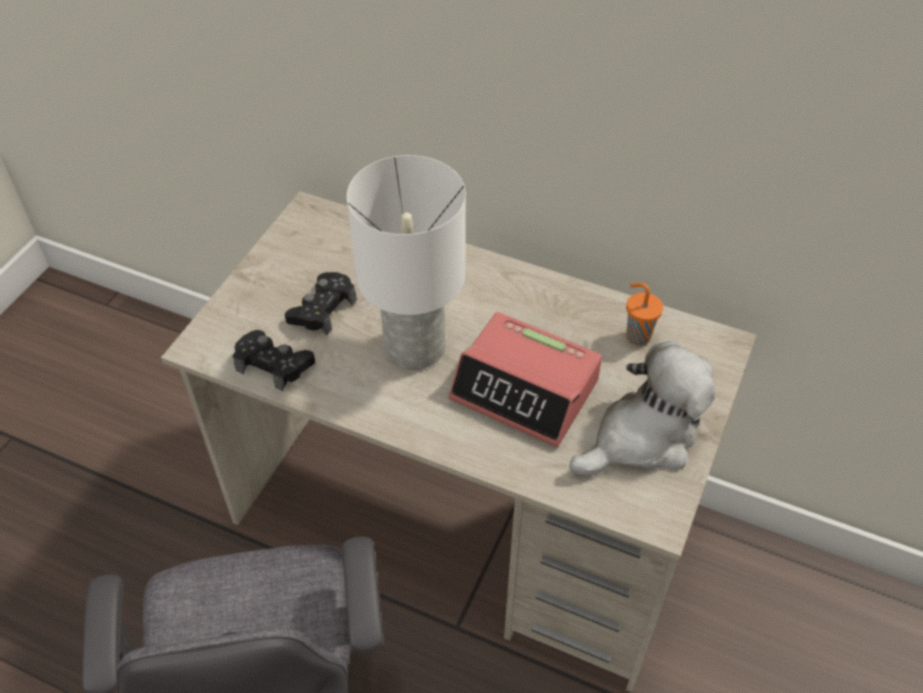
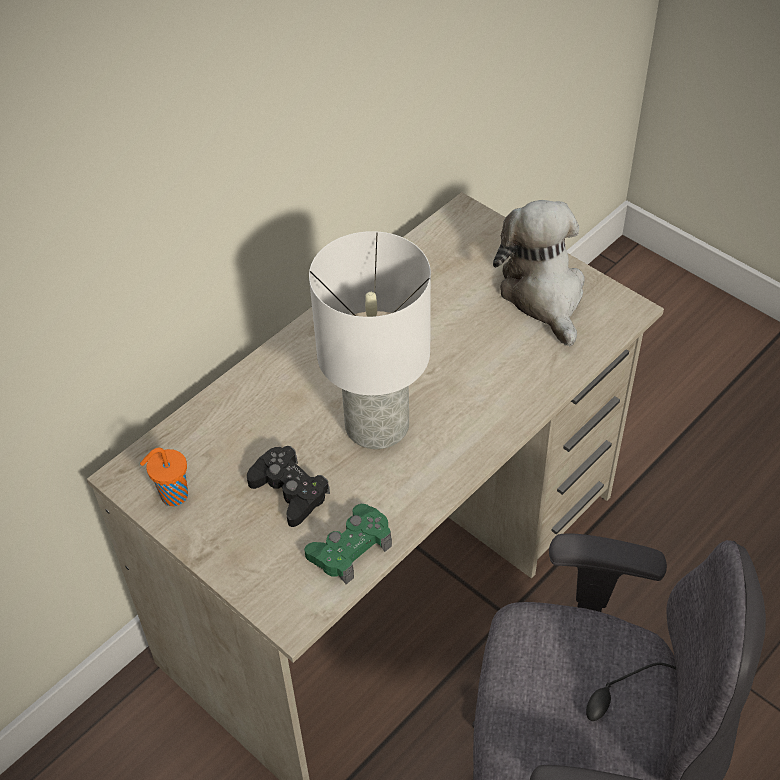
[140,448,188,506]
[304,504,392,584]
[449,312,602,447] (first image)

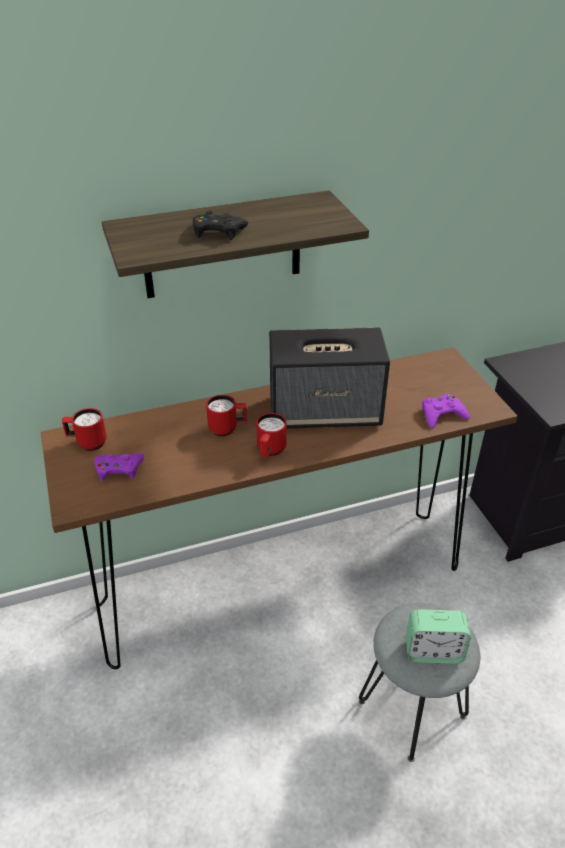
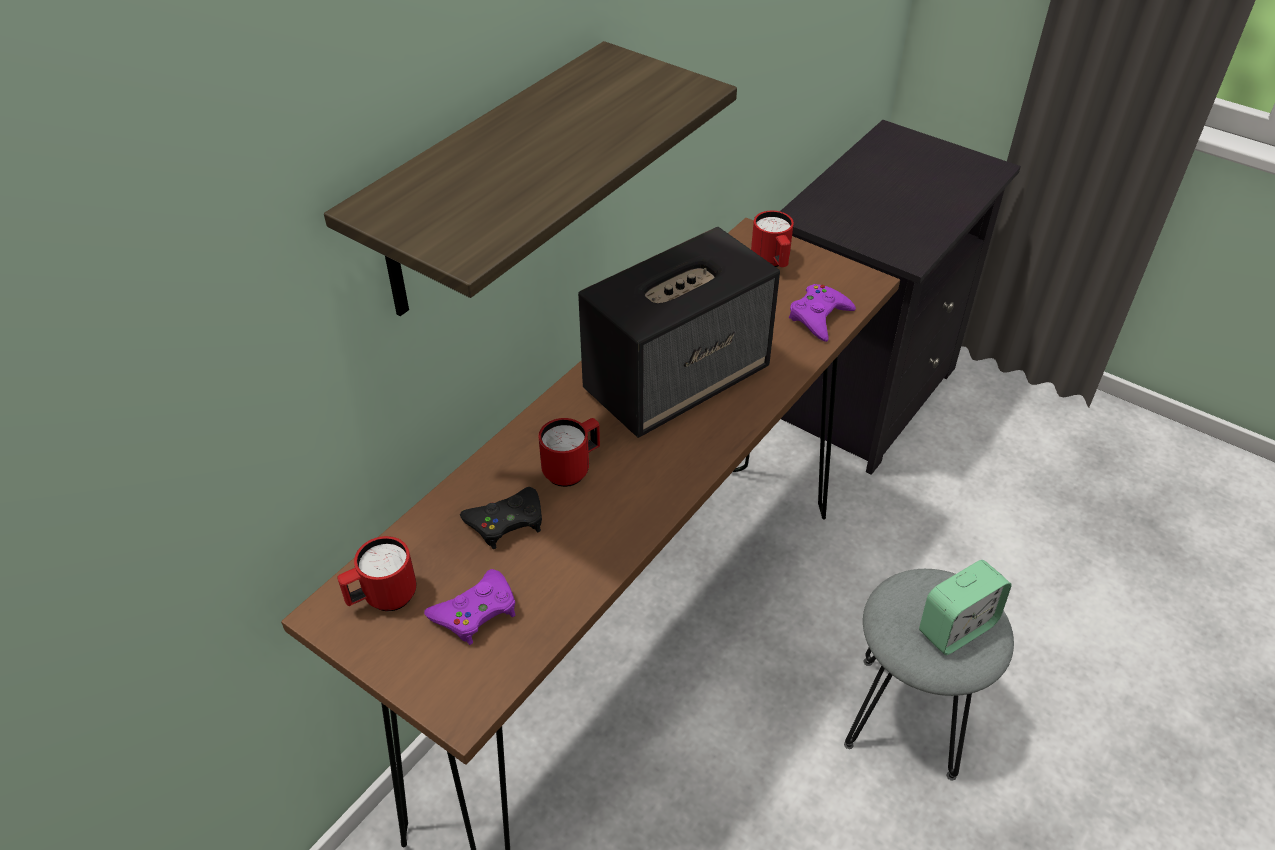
[460,487,542,549]
[751,211,794,267]

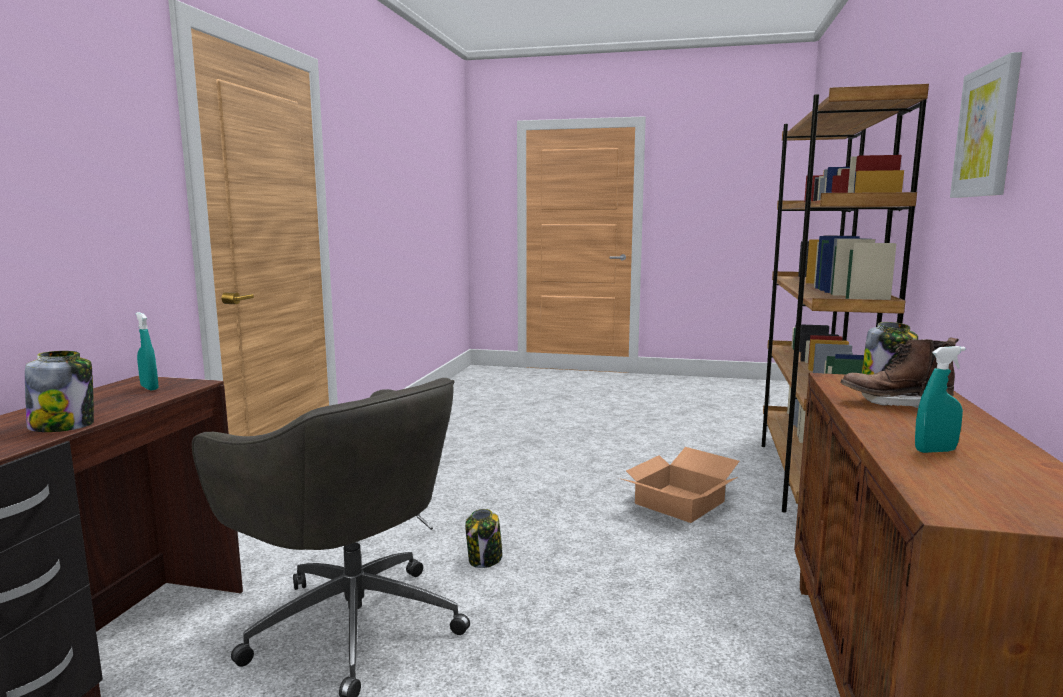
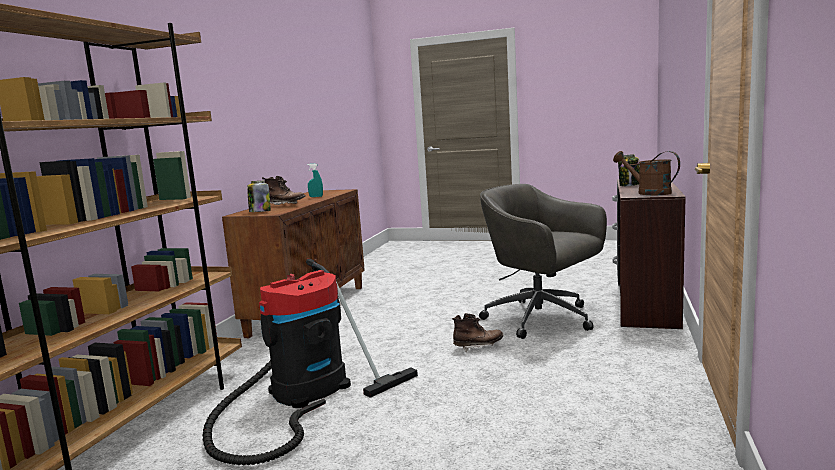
[202,259,418,465]
[452,313,503,352]
[613,151,680,195]
[950,52,1022,198] (first image)

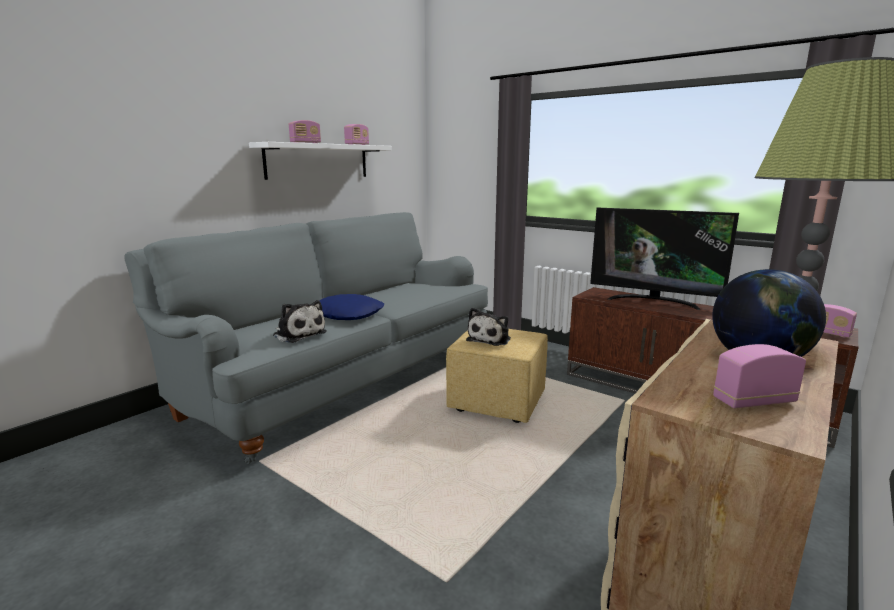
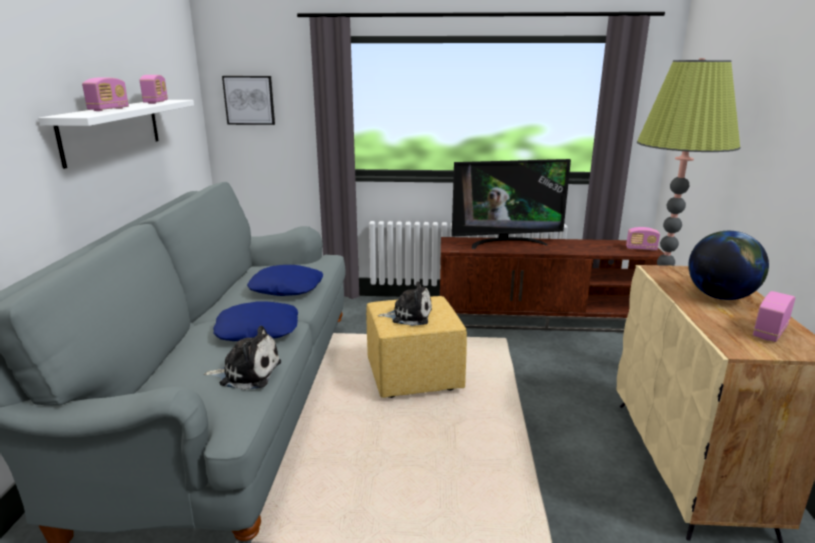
[222,76,275,125]
[247,265,323,296]
[378,282,432,326]

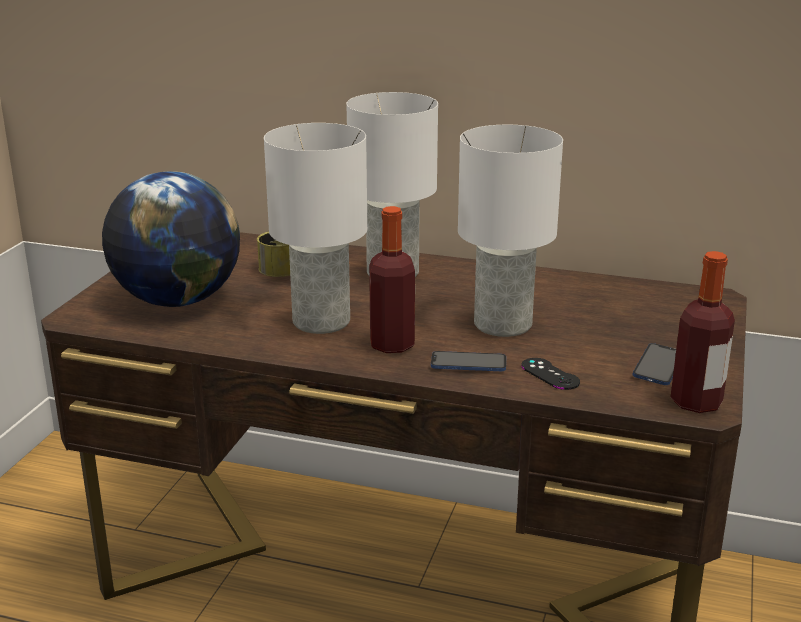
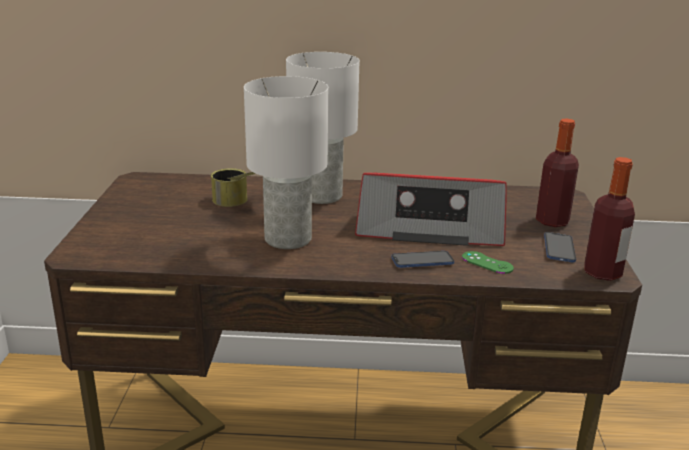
[355,173,507,246]
[462,251,514,274]
[536,118,579,227]
[102,171,240,307] (first image)

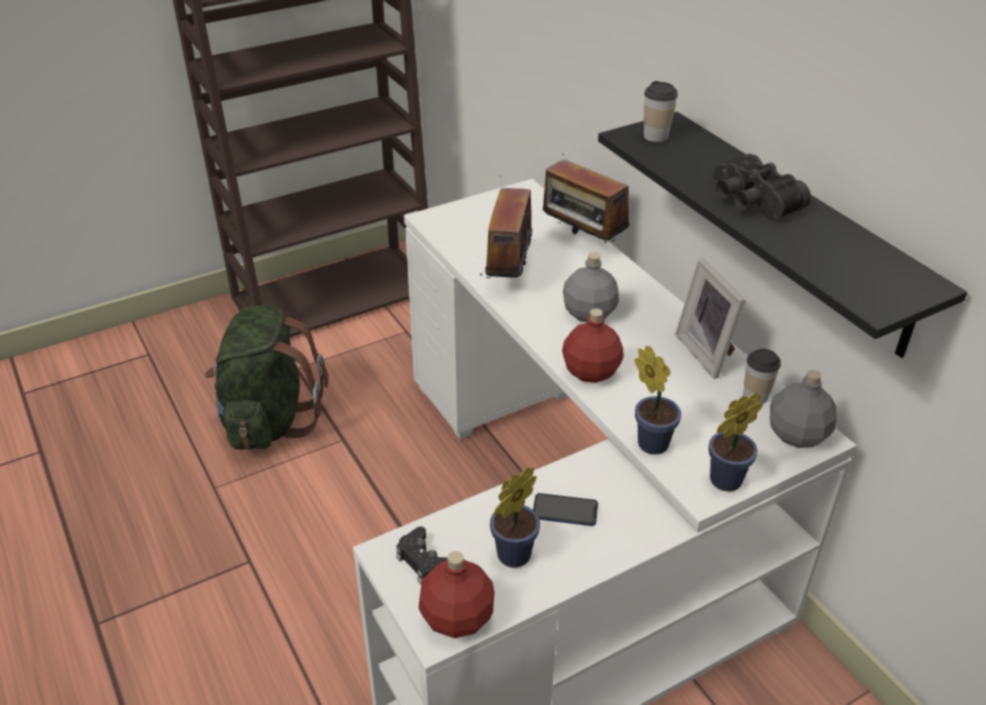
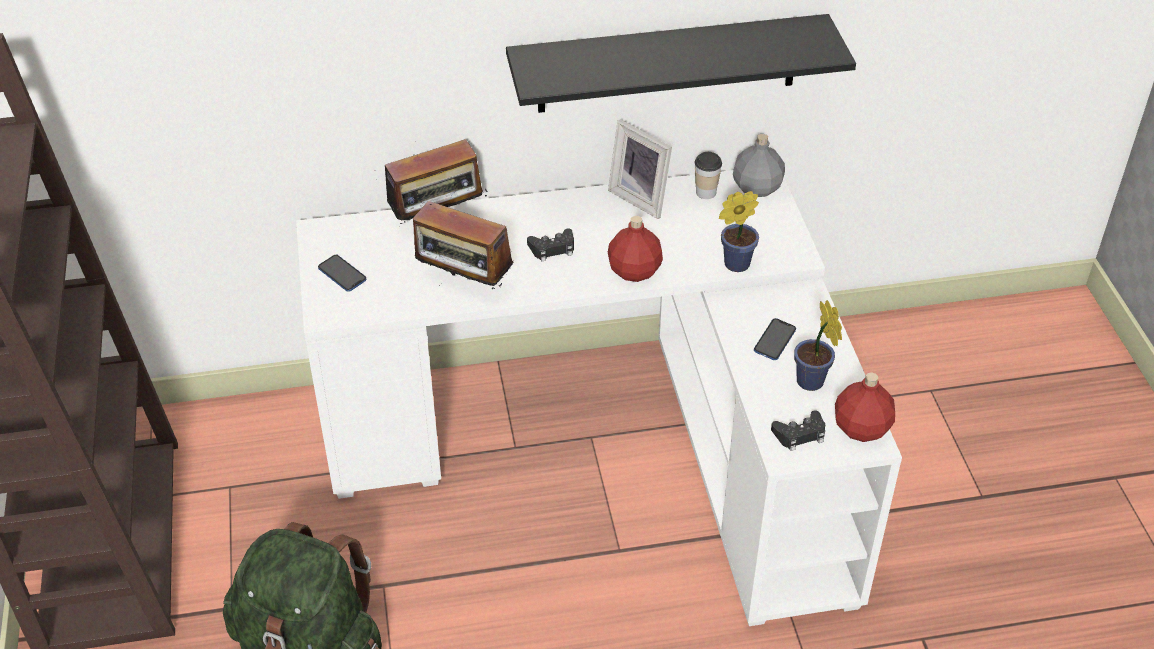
[318,255,366,292]
[527,228,574,262]
[608,119,672,219]
[644,81,678,142] (first image)
[709,392,763,491] (first image)
[713,154,811,220] (first image)

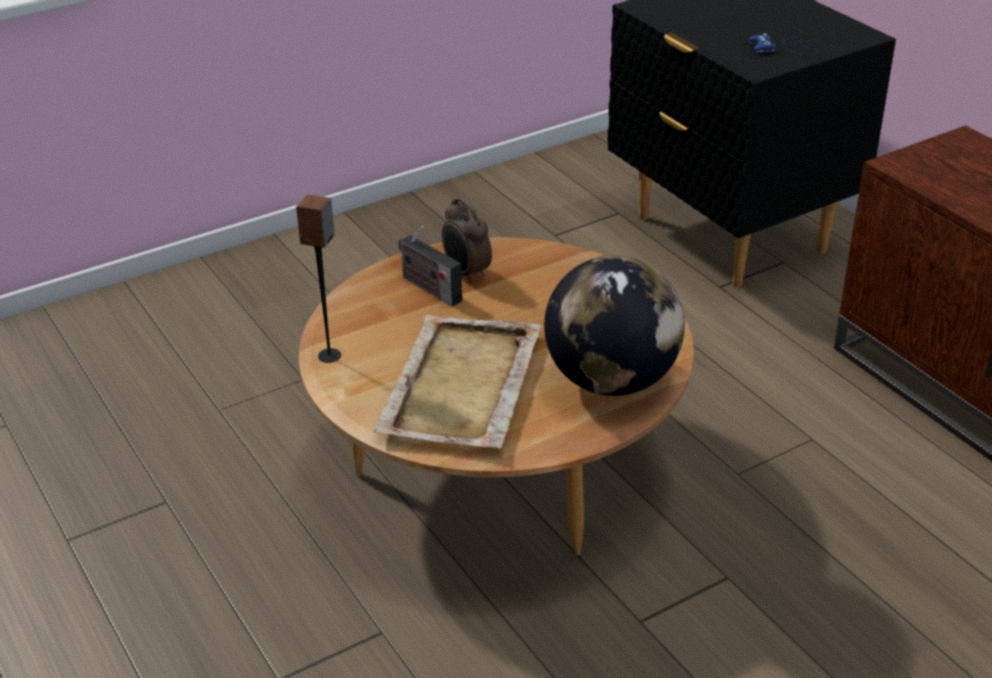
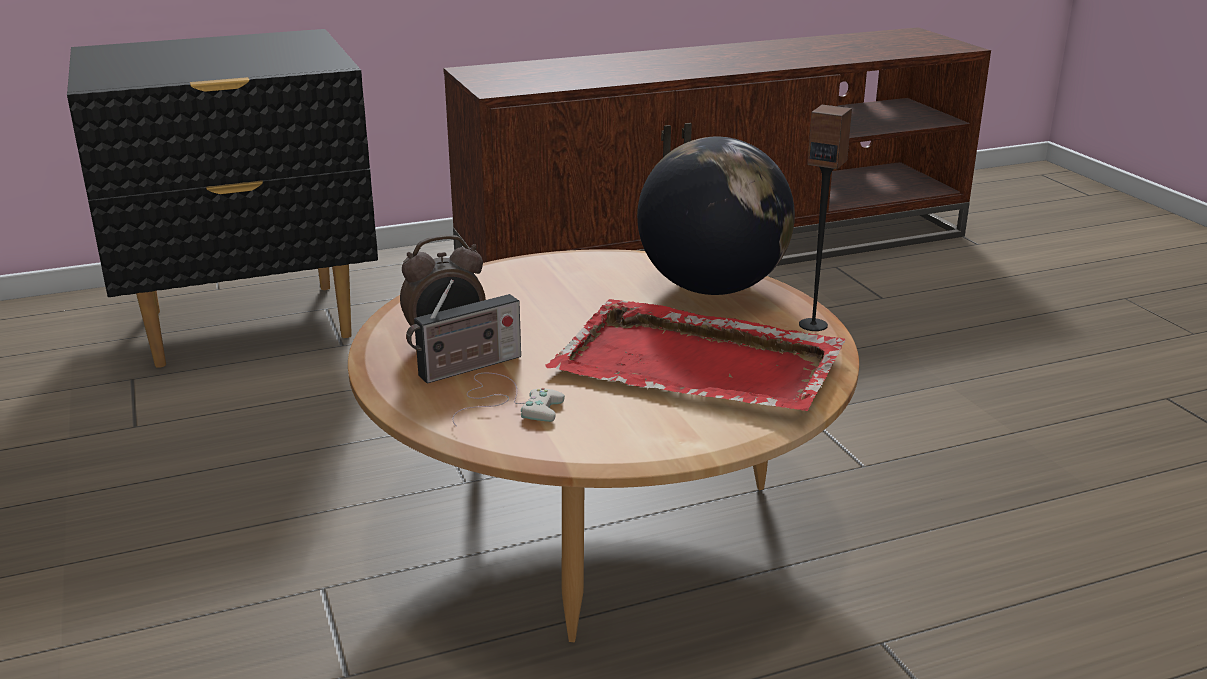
[452,373,565,427]
[545,299,846,411]
[799,105,852,331]
[748,27,819,55] (first image)

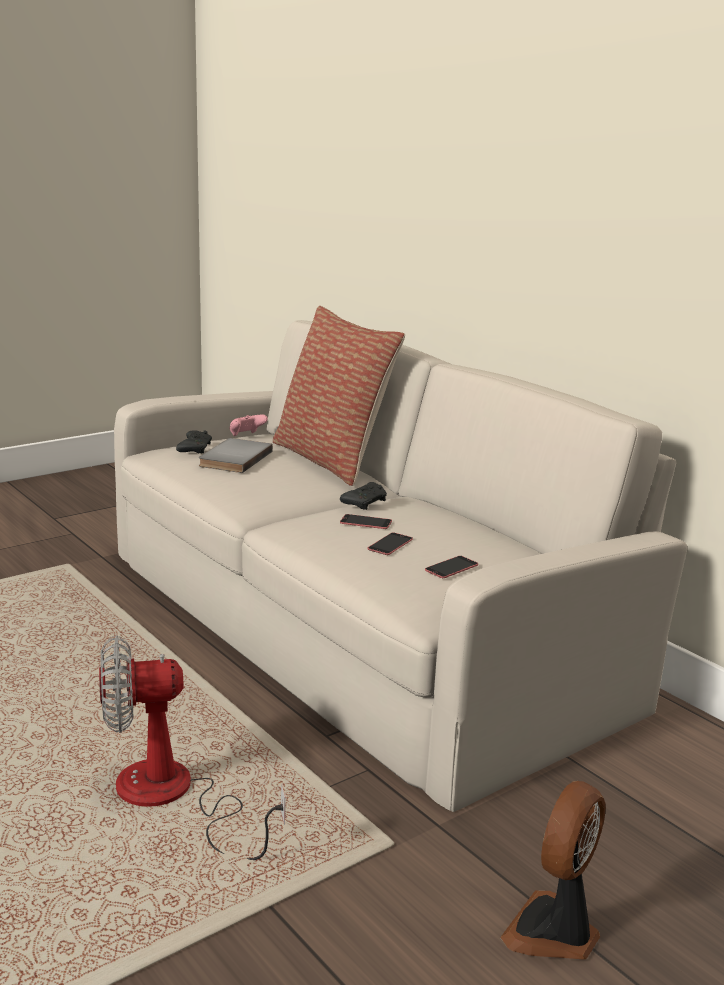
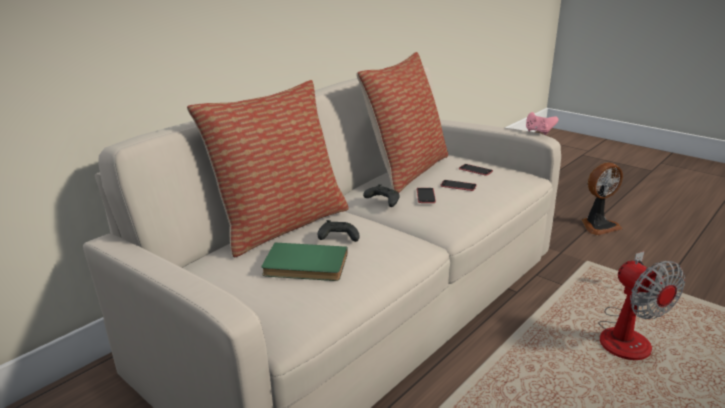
[262,243,348,281]
[318,220,360,242]
[357,52,448,193]
[526,112,559,135]
[582,162,623,235]

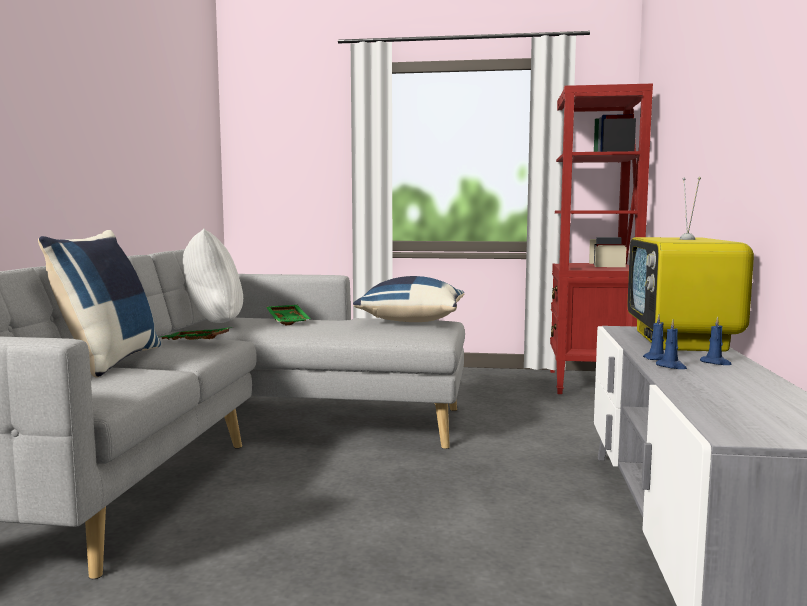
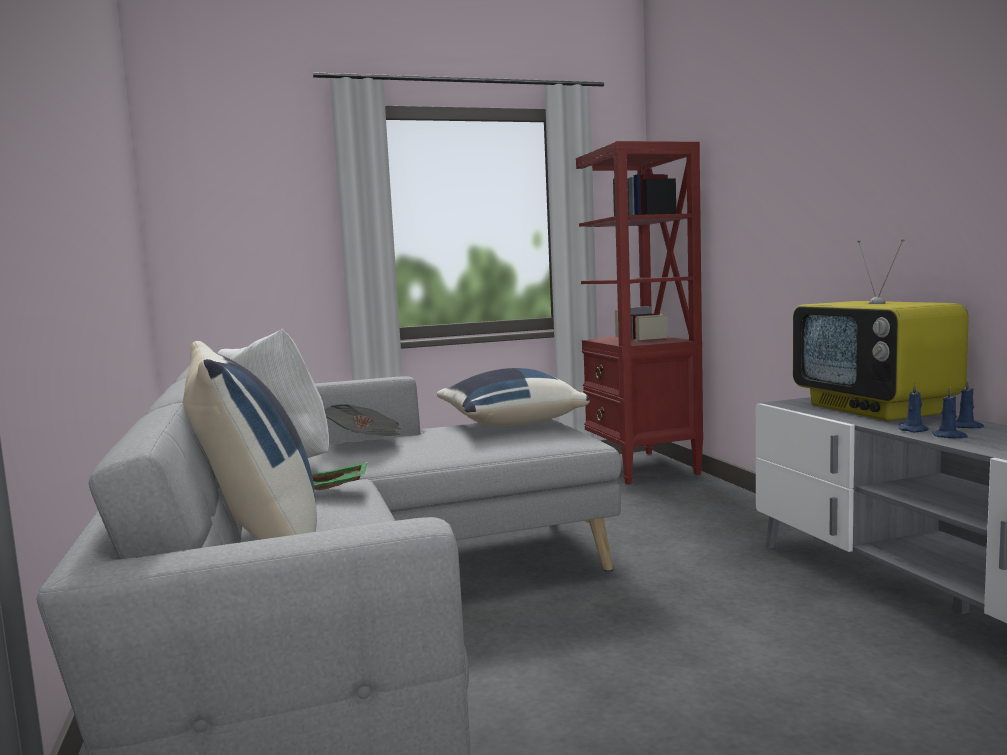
[324,404,401,436]

